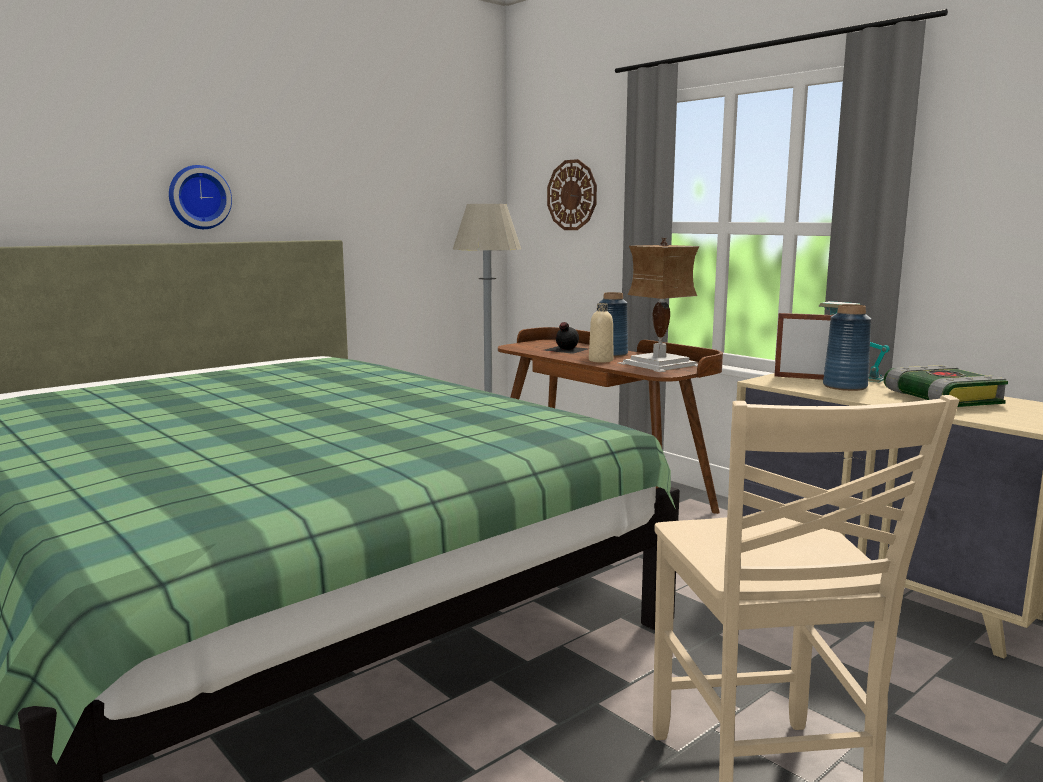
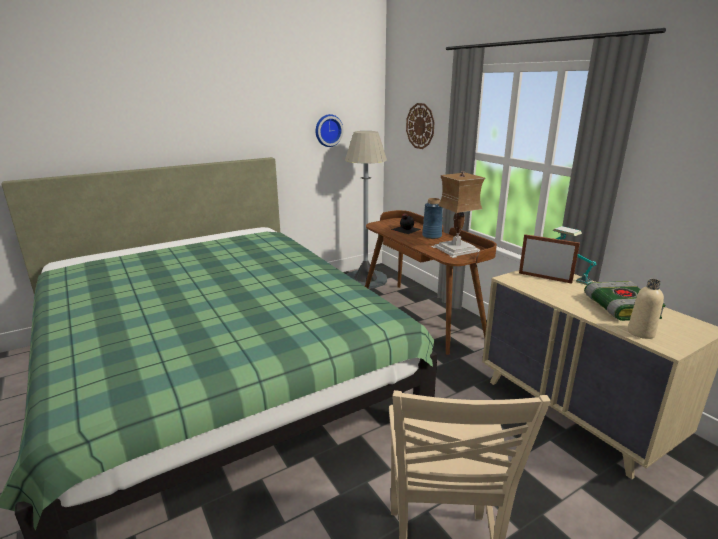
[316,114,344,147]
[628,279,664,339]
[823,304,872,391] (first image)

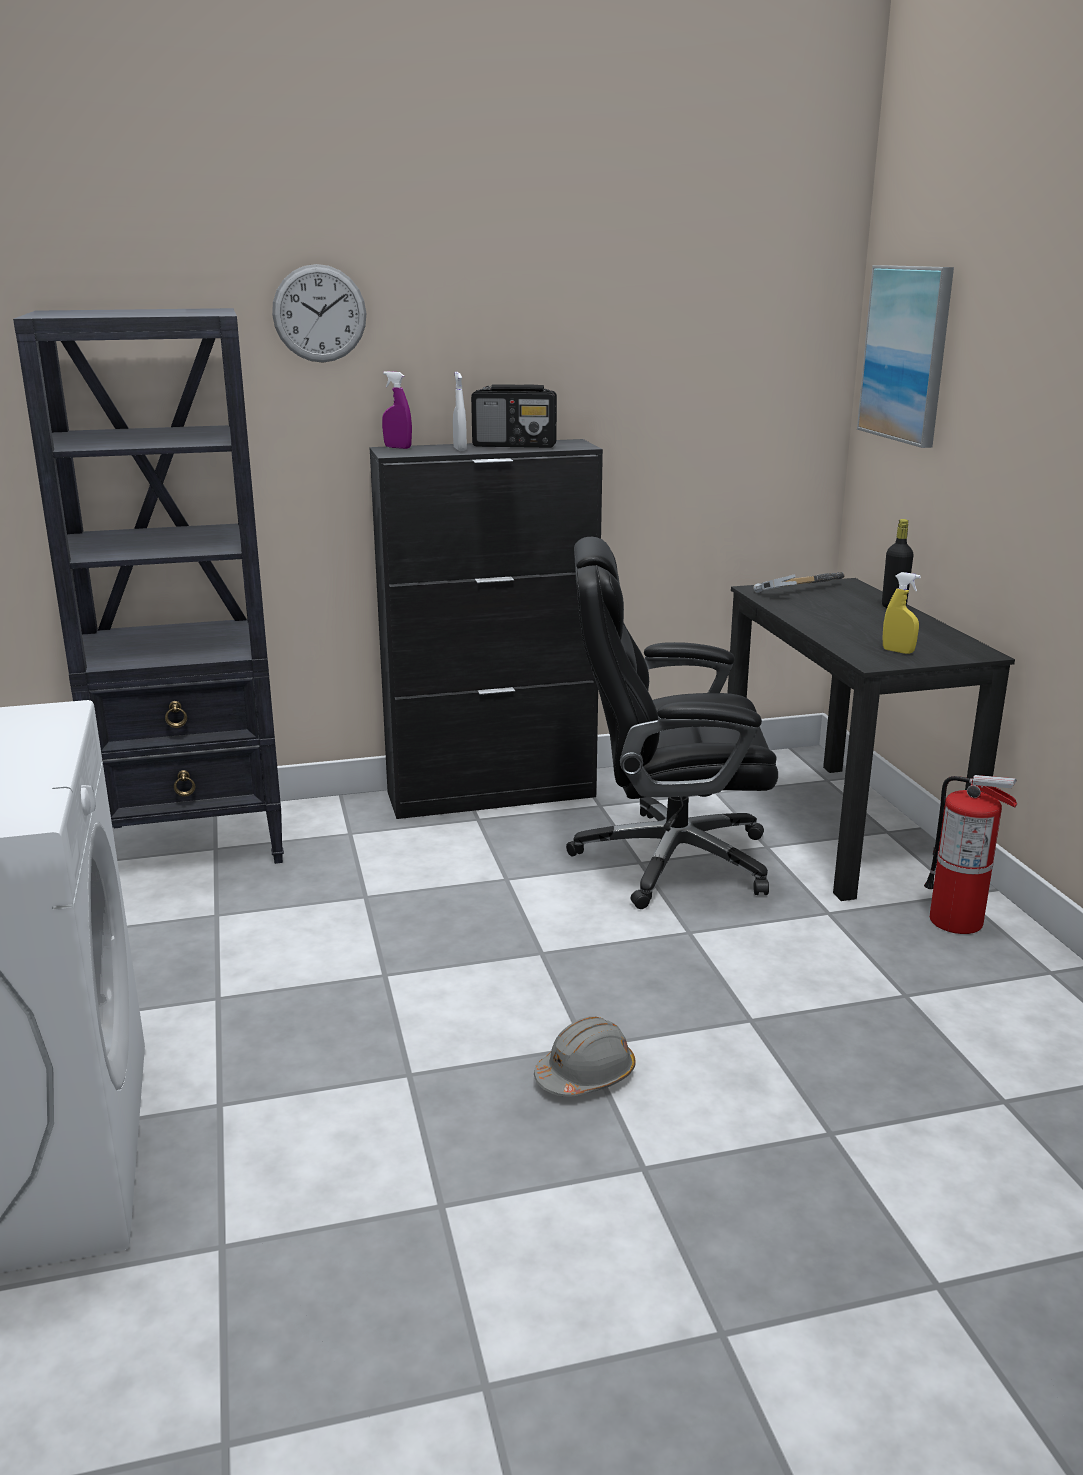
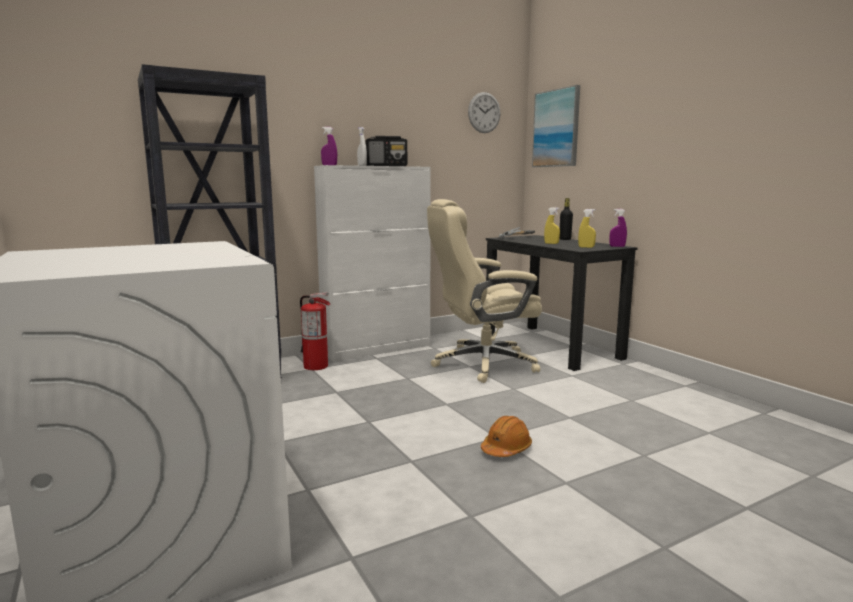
[300,292,331,370]
[314,165,431,362]
[427,199,542,383]
[468,92,500,133]
[481,416,532,457]
[544,208,560,244]
[610,209,627,247]

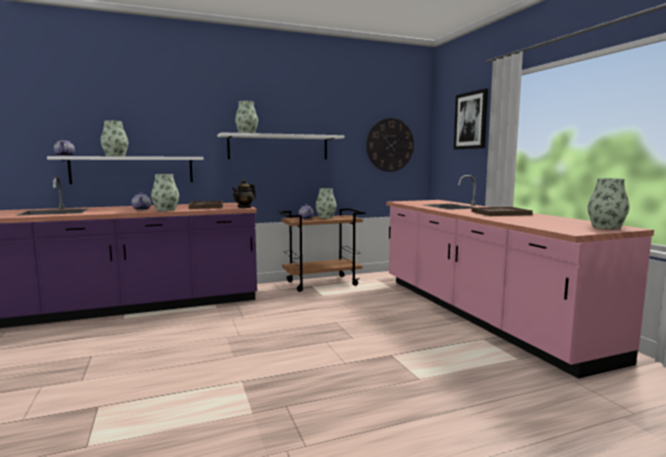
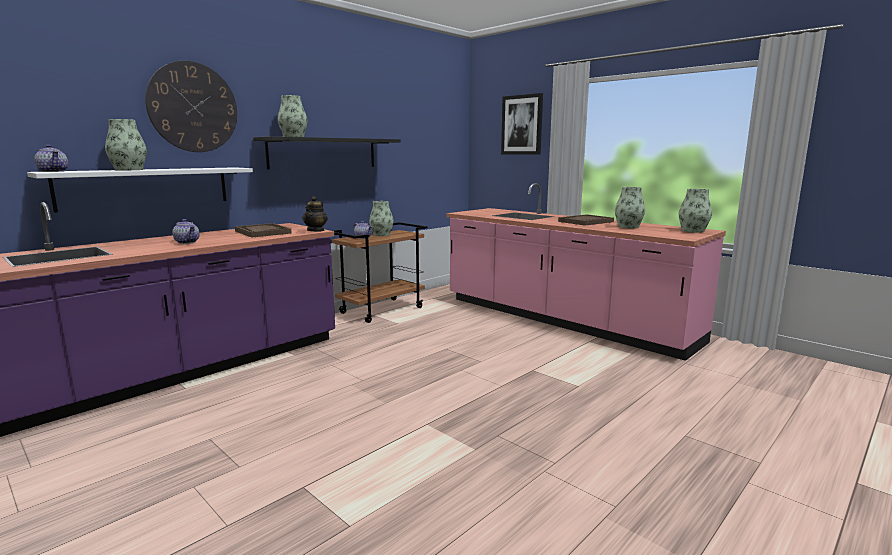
[145,61,237,152]
[253,136,401,170]
[615,187,645,228]

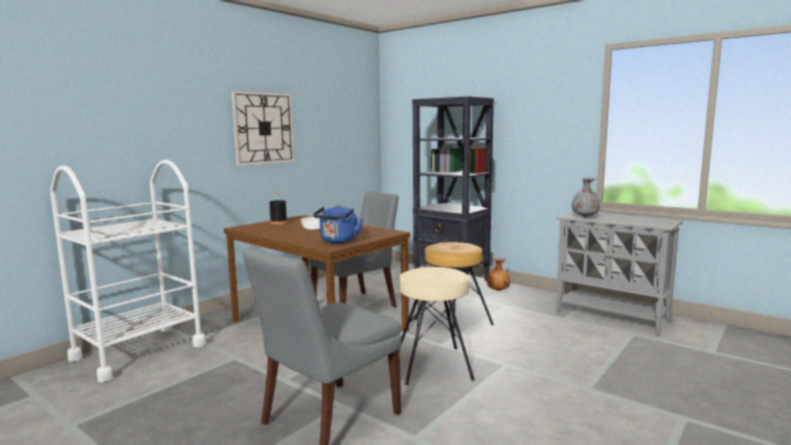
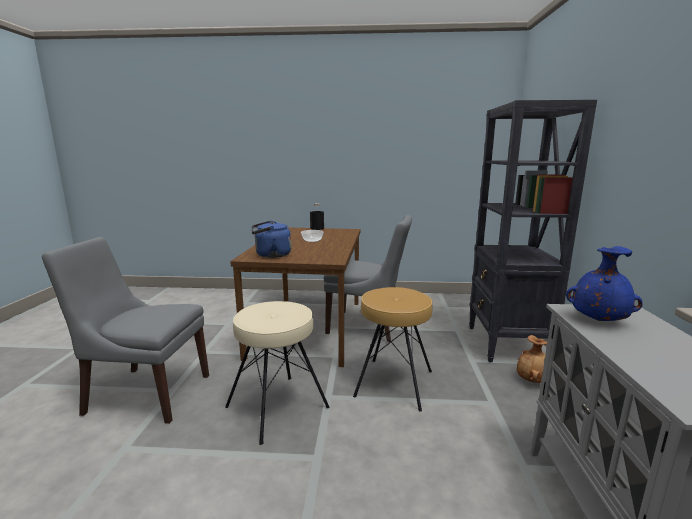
[566,246,643,321]
[50,160,206,382] (first image)
[231,91,295,166] (first image)

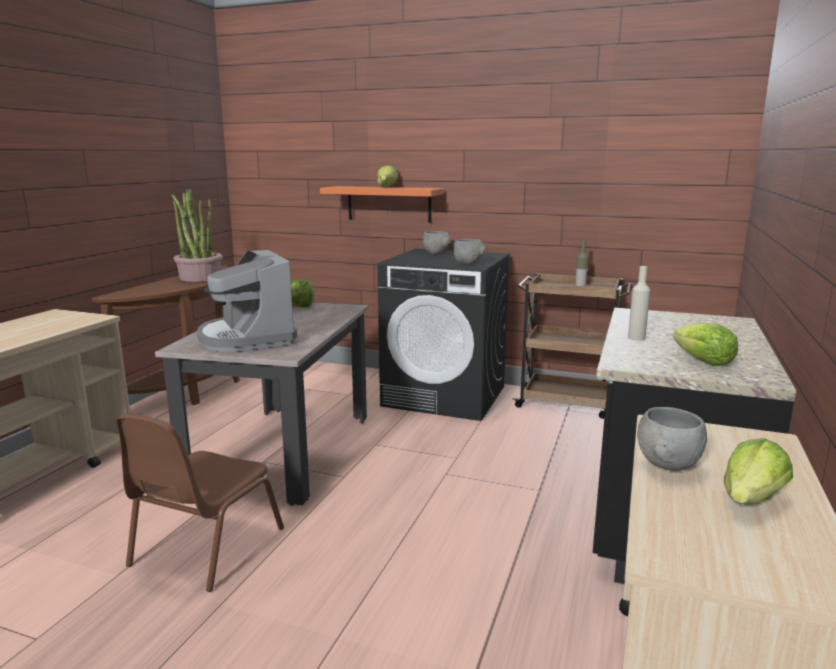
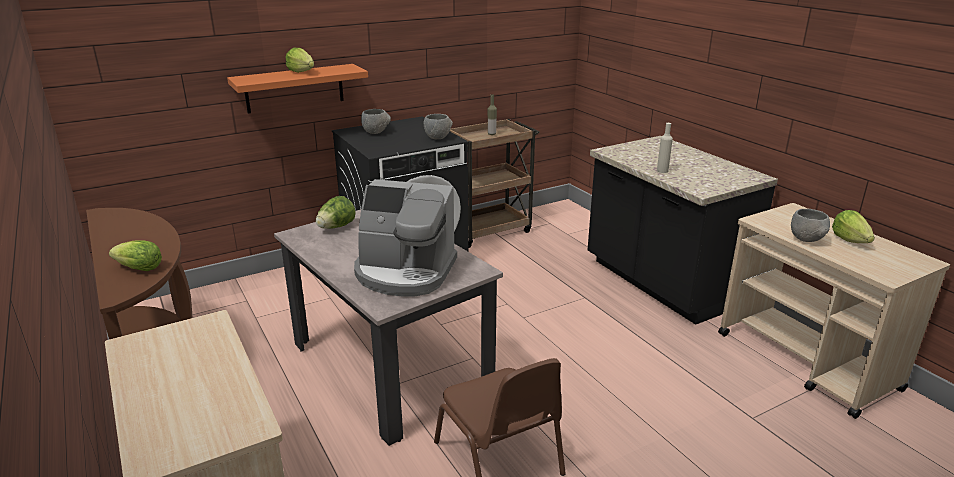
[109,240,162,271]
[172,189,223,282] (first image)

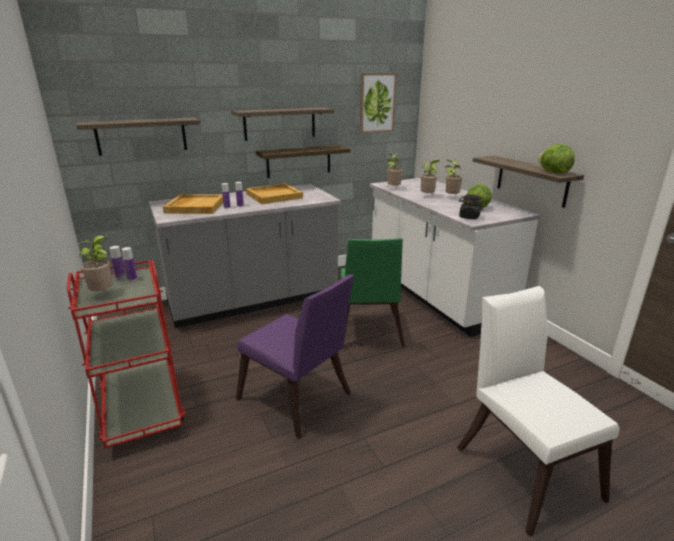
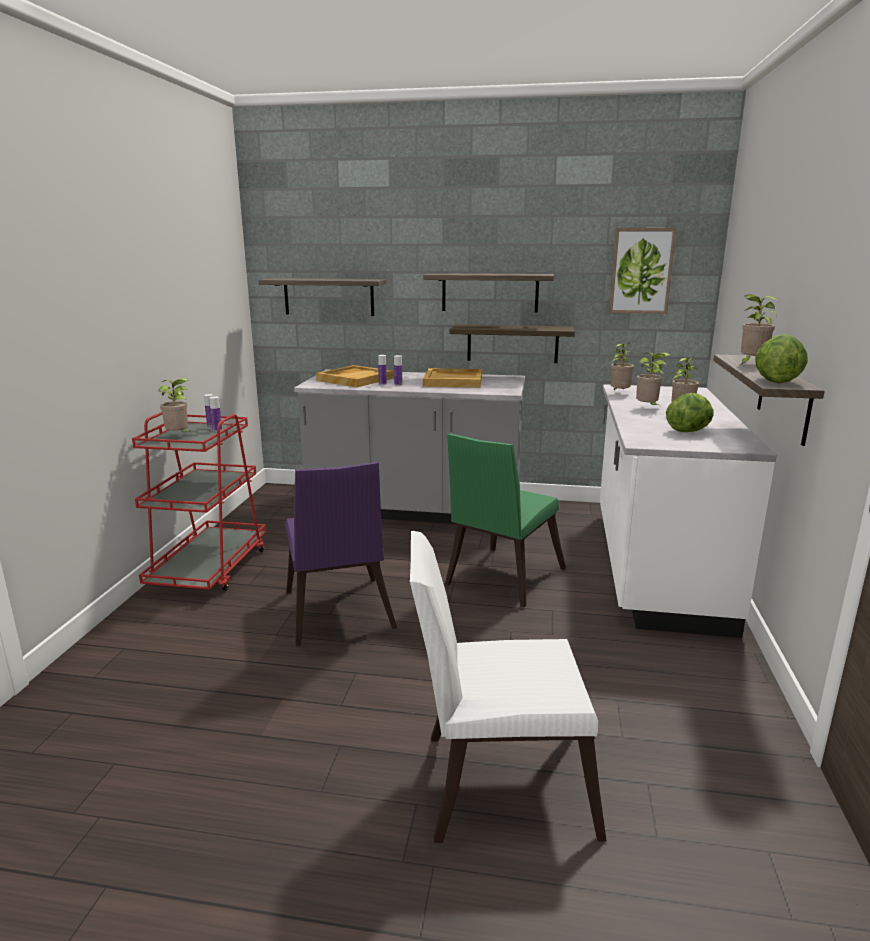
[410,531,607,843]
[741,294,778,365]
[459,195,483,219] (first image)

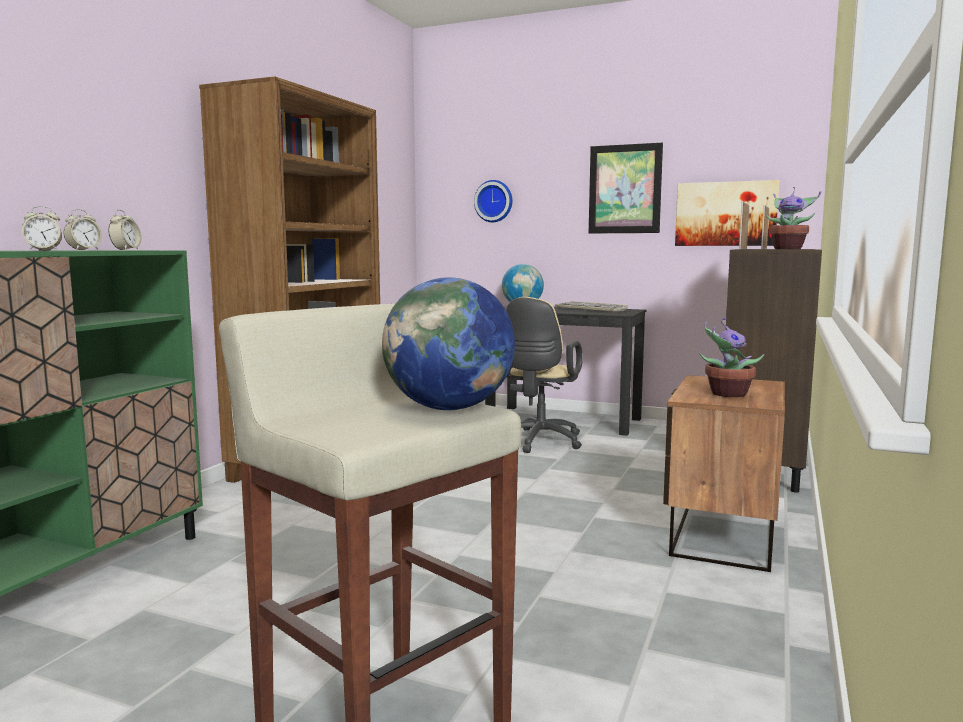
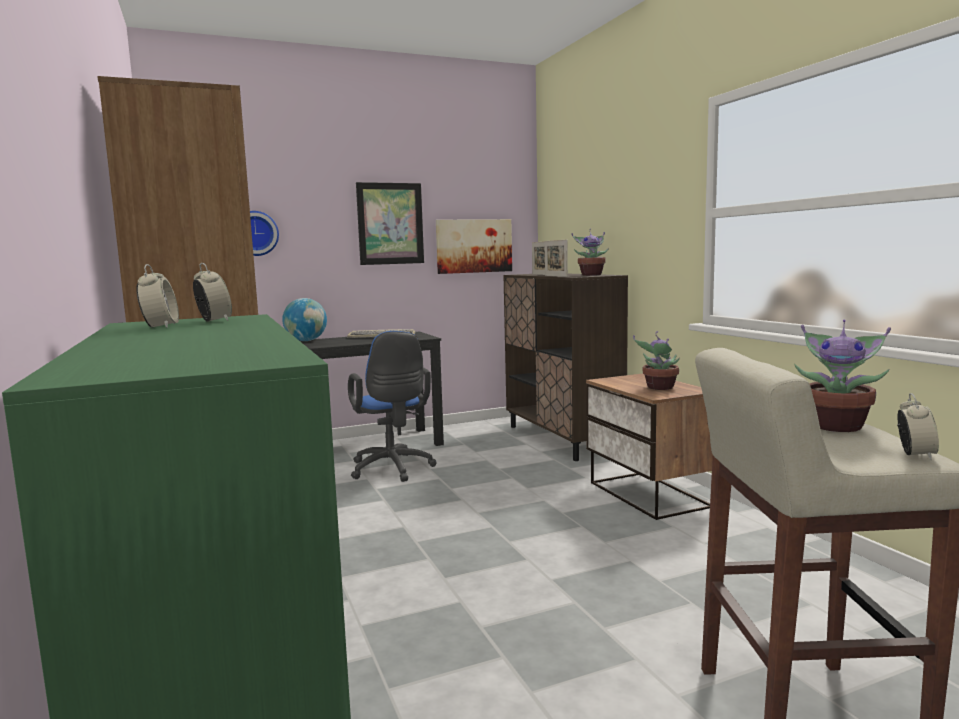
[348,331,437,482]
[794,320,891,432]
[897,393,939,460]

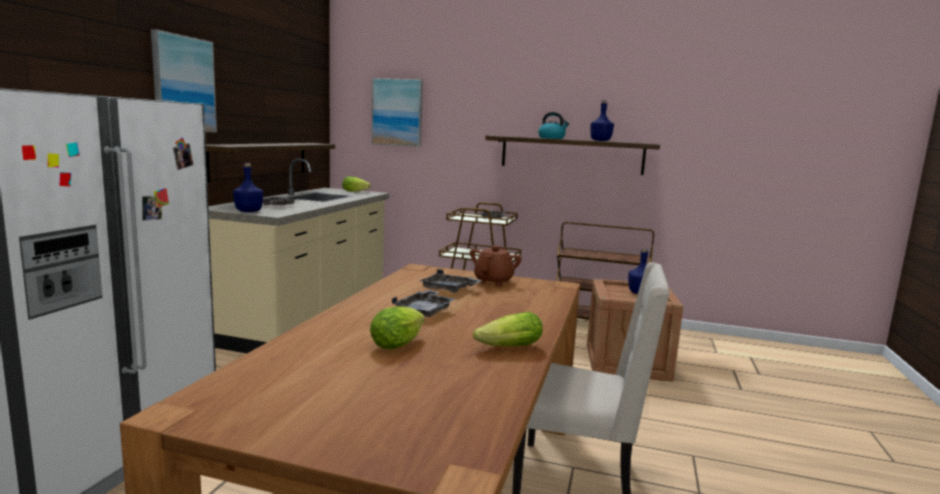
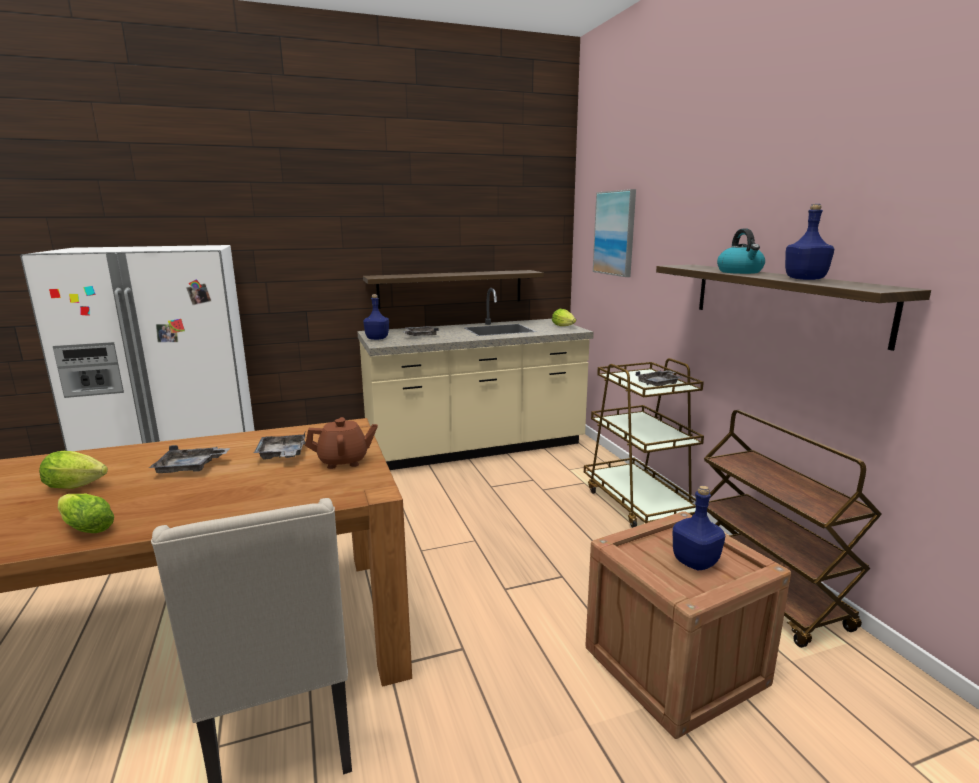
[151,29,217,132] (first image)

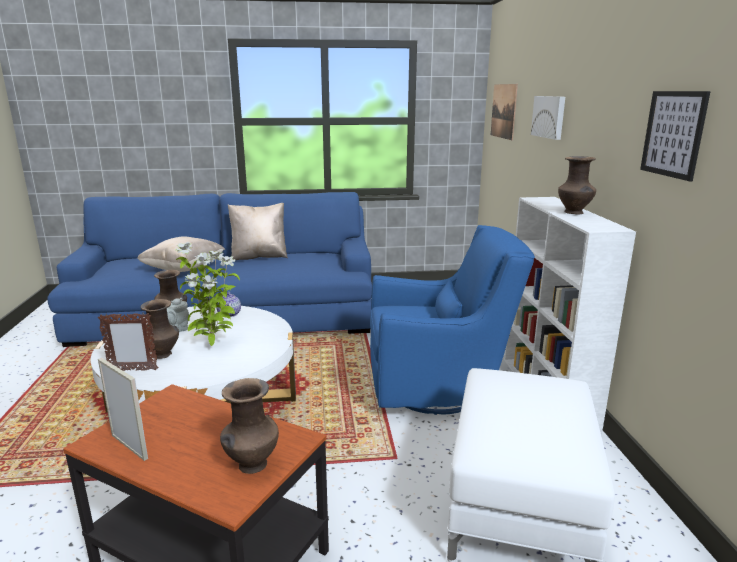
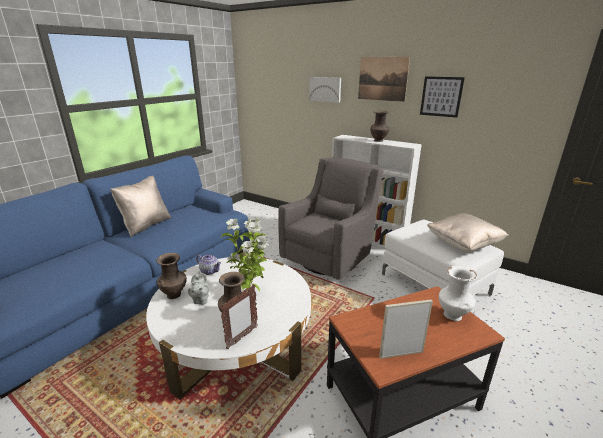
[278,158,383,280]
[358,57,410,102]
[427,213,509,251]
[439,265,477,321]

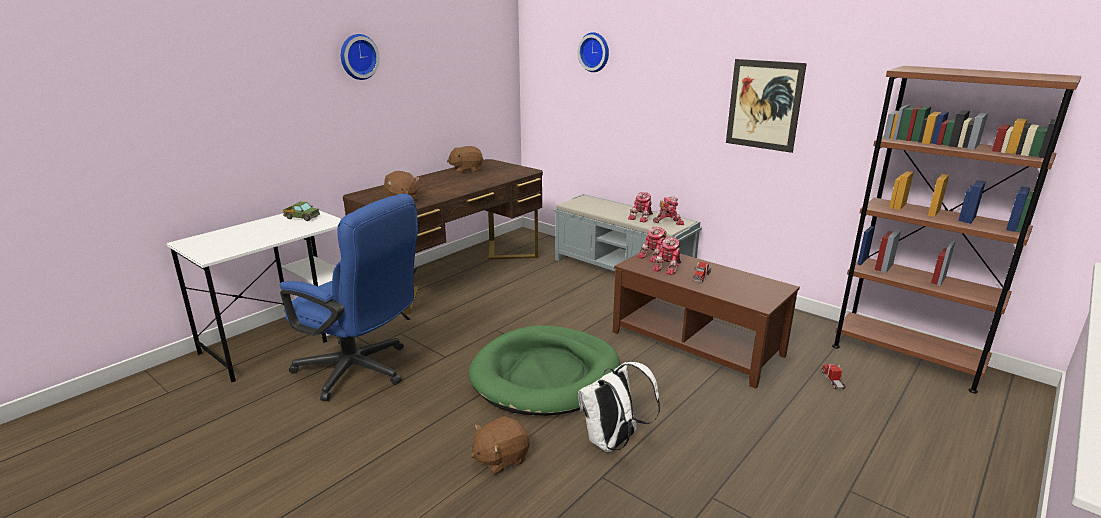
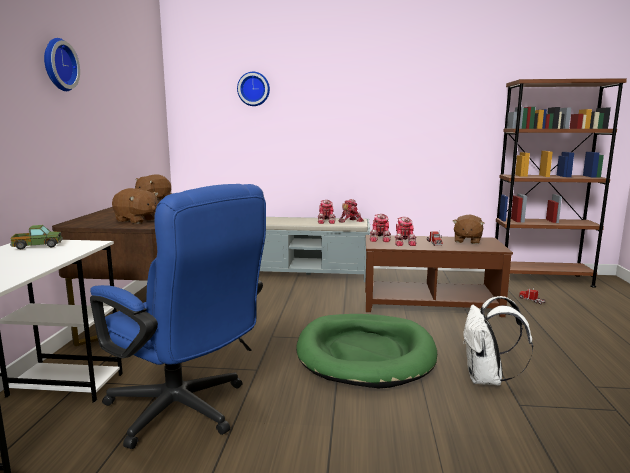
[90,184,266,449]
[453,215,485,244]
[726,59,807,153] (first image)

